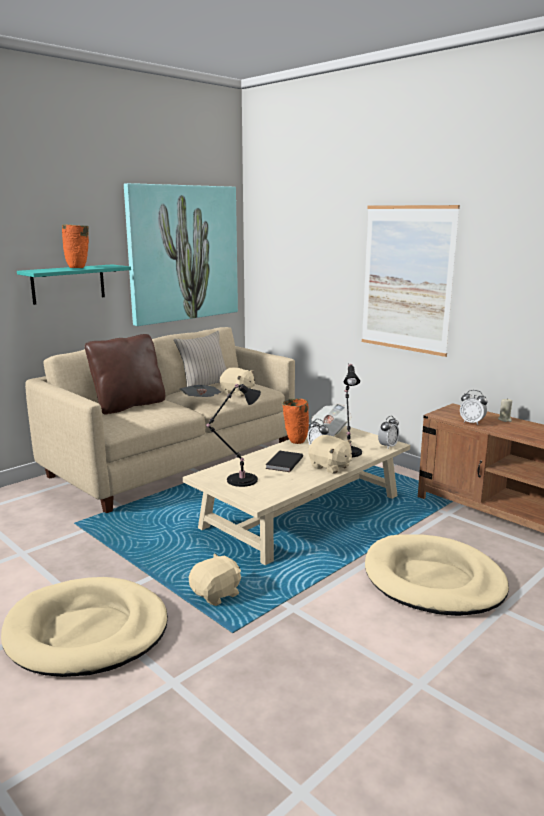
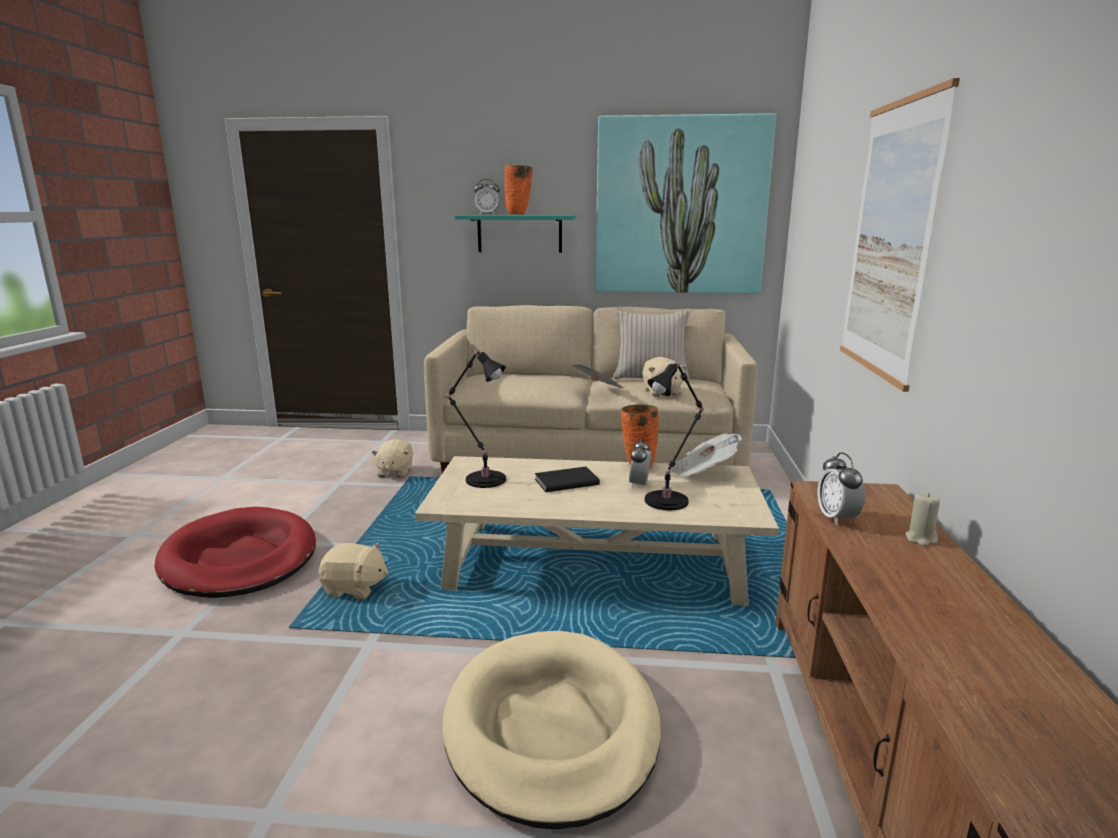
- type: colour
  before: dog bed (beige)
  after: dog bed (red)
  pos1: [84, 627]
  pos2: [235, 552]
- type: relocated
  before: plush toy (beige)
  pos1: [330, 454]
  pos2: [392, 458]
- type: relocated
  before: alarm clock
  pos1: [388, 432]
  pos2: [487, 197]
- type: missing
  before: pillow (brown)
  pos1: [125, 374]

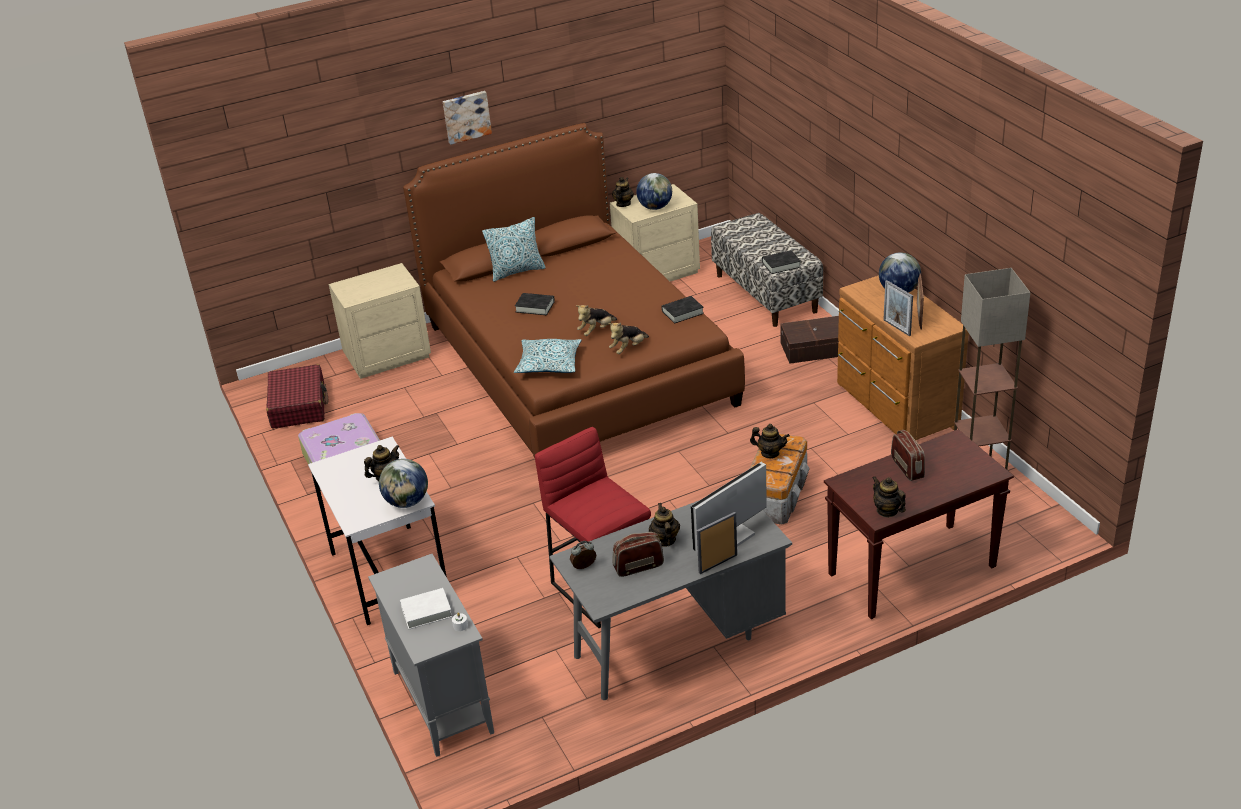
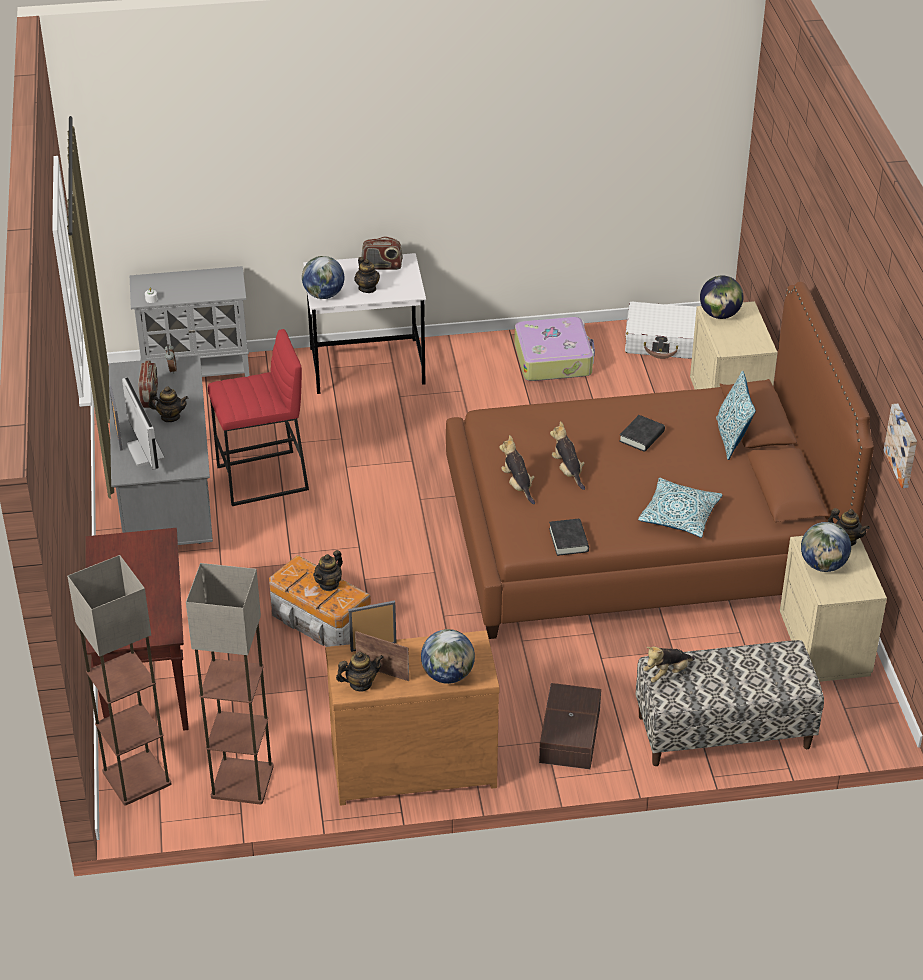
- type: appeared
  after: floor lamp
  pos2: [119, 680]
- type: relocated
  before: teapot
  pos1: [889, 496]
  pos2: [360, 671]
- type: relocated
  before: radio
  pos1: [908, 455]
  pos2: [382, 253]
- type: colour
  before: suitcase (red)
  after: suitcase (white)
  pos1: [297, 396]
  pos2: [661, 330]
- type: relocated
  before: pillow
  pos1: [548, 356]
  pos2: [680, 508]
- type: exchanged
  before: book (black)
  after: plush toy
  pos1: [781, 262]
  pos2: [669, 664]
- type: appeared
  after: globe
  pos2: [722, 297]
- type: relocated
  before: picture
  pos1: [467, 118]
  pos2: [900, 446]
- type: missing
  before: book (white)
  pos1: [426, 608]

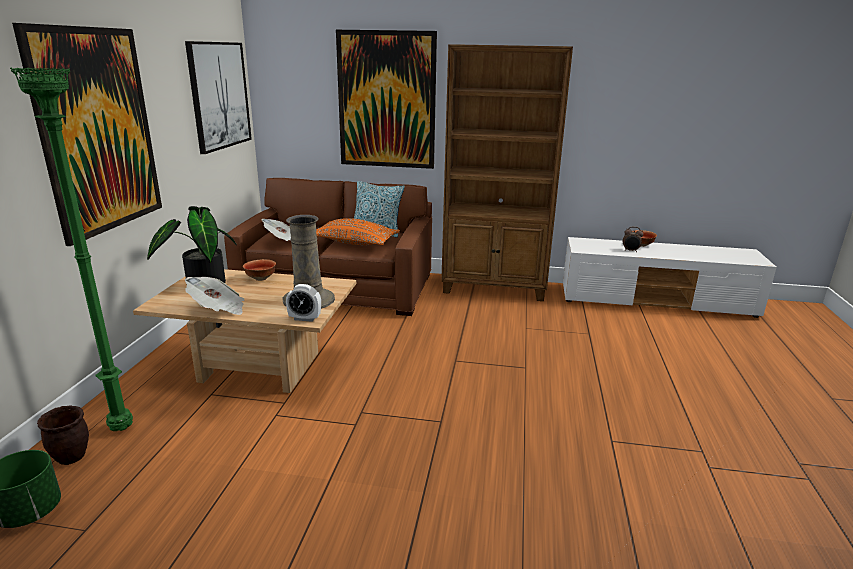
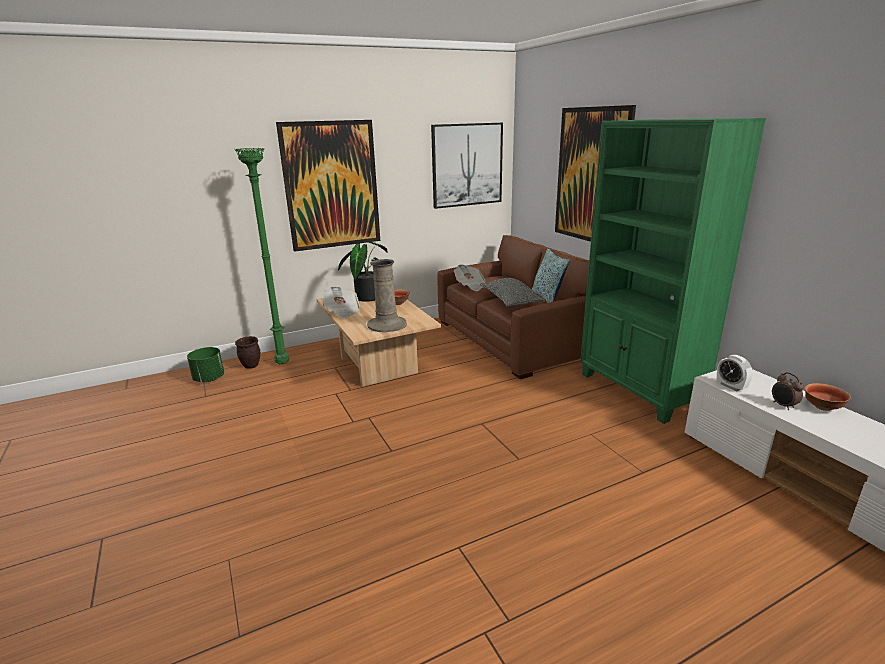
- type: colour
  before: pillow (orange)
  after: pillow (grey)
  pos1: [358, 231]
  pos2: [513, 292]
- type: colour
  before: bookcase (brown)
  after: bookcase (green)
  pos1: [507, 172]
  pos2: [673, 271]
- type: relocated
  before: alarm clock
  pos1: [303, 303]
  pos2: [735, 373]

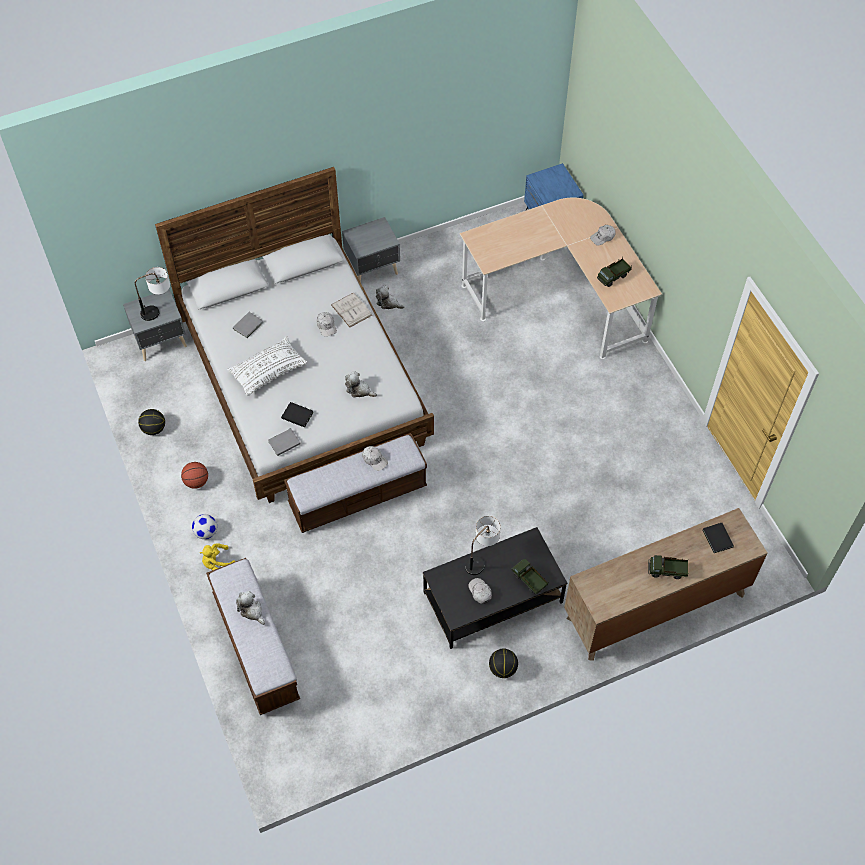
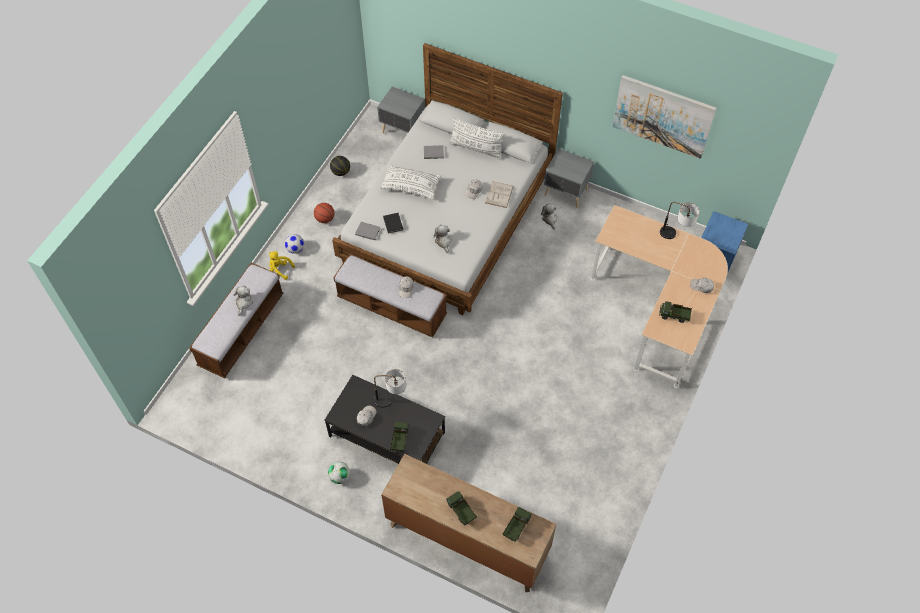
- type: exchanged
  before: basketball
  after: football
  pos1: [503, 663]
  pos2: [339, 473]
- type: appeared
  after: pillow (white)
  pos2: [476, 139]
- type: exchanged
  before: book (black)
  after: toy truck
  pos1: [718, 538]
  pos2: [517, 524]
- type: appeared
  after: picture
  pos2: [664, 117]
- type: relocated
  before: table lamp
  pos1: [152, 294]
  pos2: [680, 220]

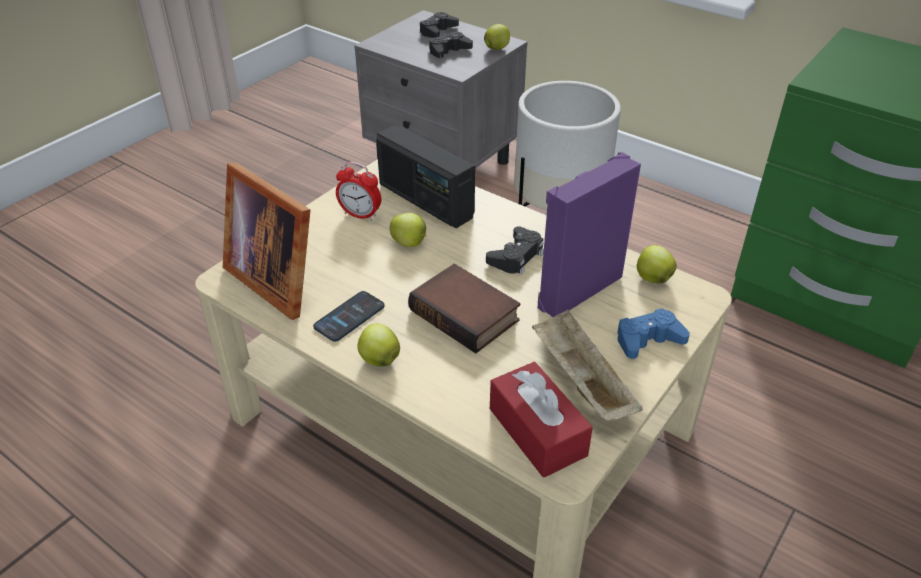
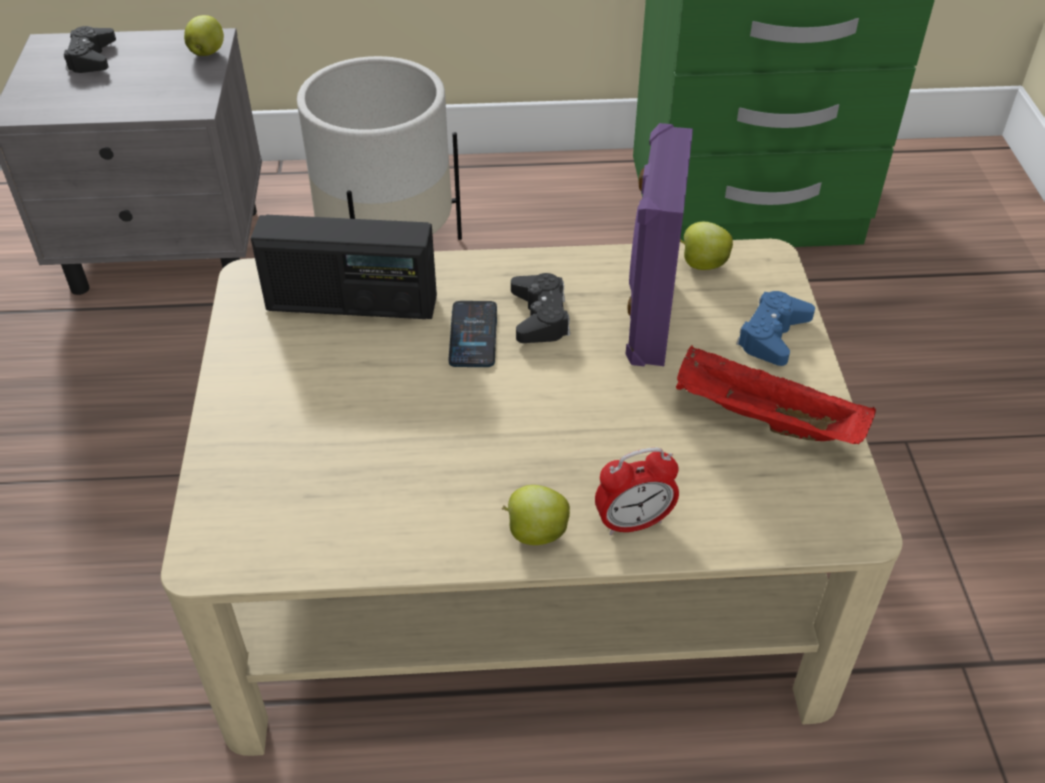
- type: relocated
  before: phone
  pos1: [349, 316]
  pos2: [473, 334]
- type: relocated
  before: alarm clock
  pos1: [358, 191]
  pos2: [637, 491]
- type: colour
  before: tray (beige)
  after: tray (red)
  pos1: [587, 365]
  pos2: [776, 395]
- type: missing
  before: picture frame
  pos1: [267, 241]
- type: missing
  before: apple
  pos1: [407, 230]
- type: missing
  before: book
  pos1: [464, 309]
- type: missing
  before: game controller (black)
  pos1: [451, 45]
- type: missing
  before: tissue box (red)
  pos1: [541, 420]

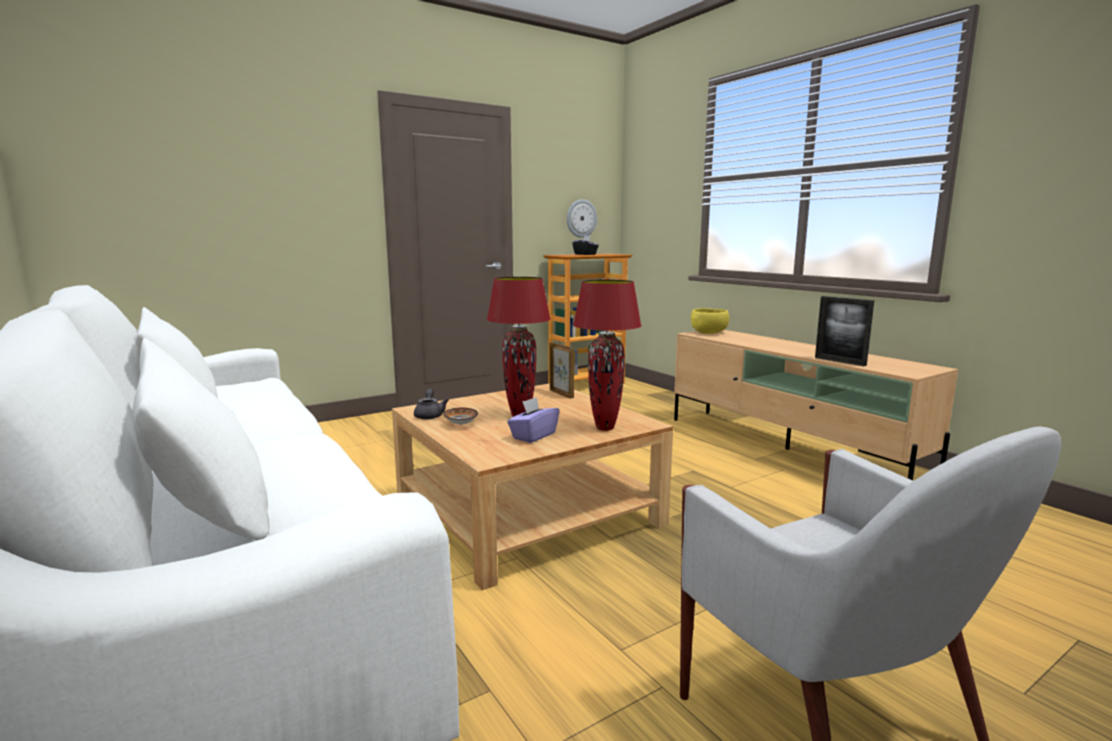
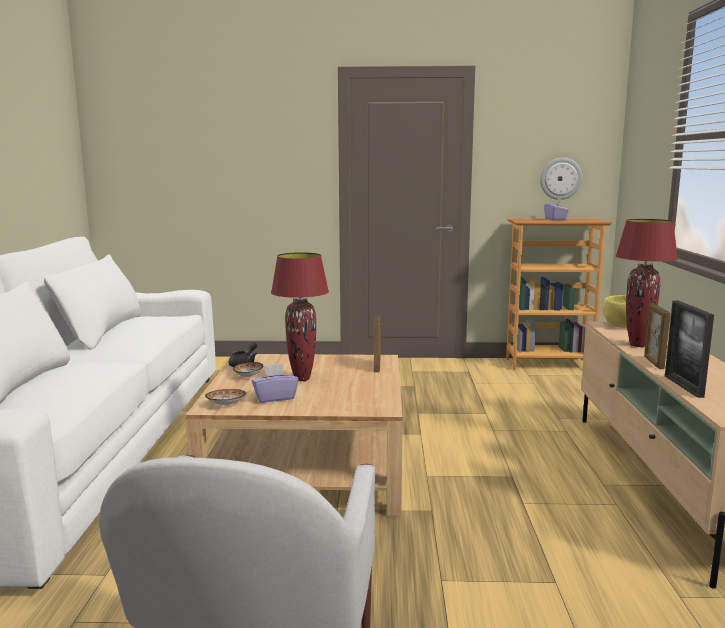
- type: appeared
  after: bowl
  pos2: [225, 397]
- type: colour
  before: tissue box (black)
  after: tissue box (purple)
  pos1: [585, 245]
  pos2: [556, 209]
- type: relocated
  before: table lamp (red)
  pos1: [607, 355]
  pos2: [647, 283]
- type: appeared
  after: picture frame
  pos2: [657, 336]

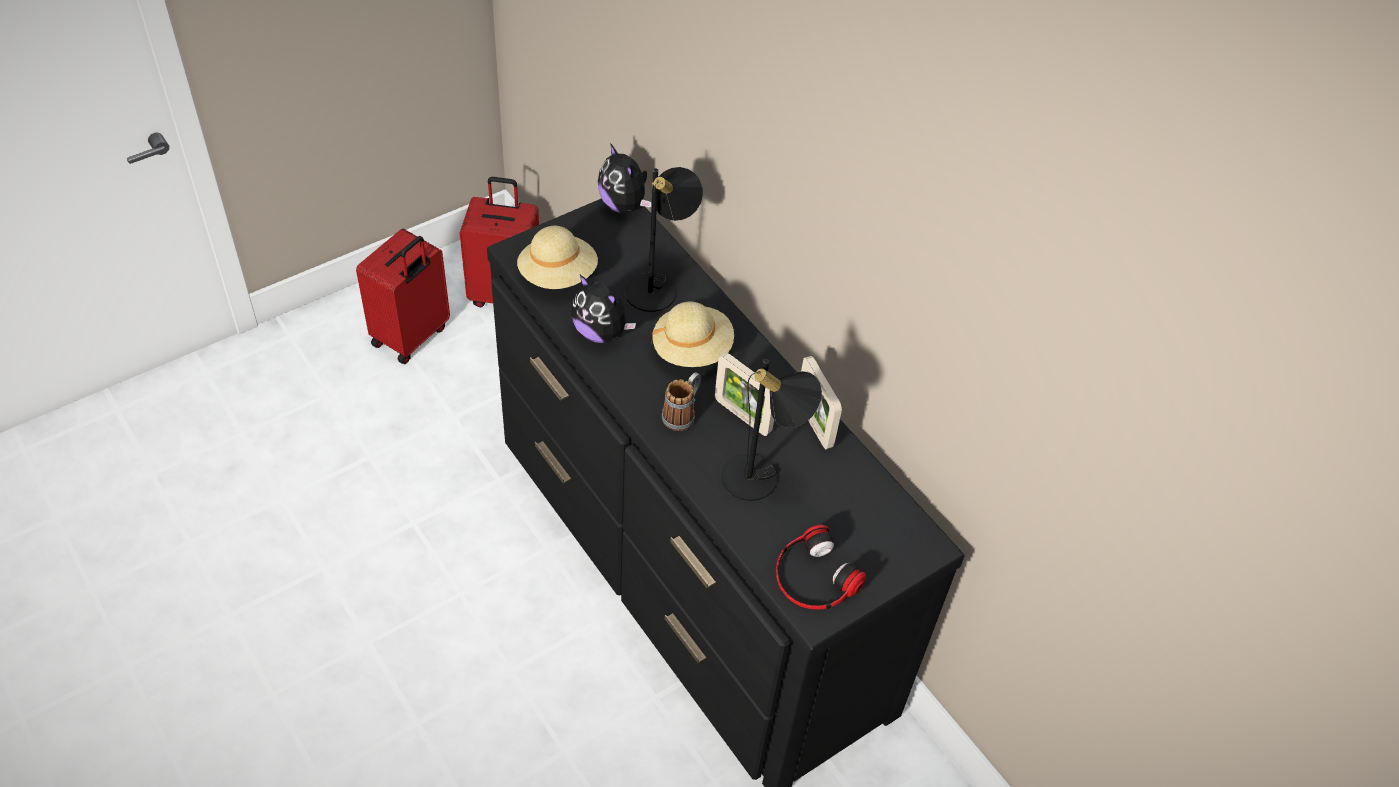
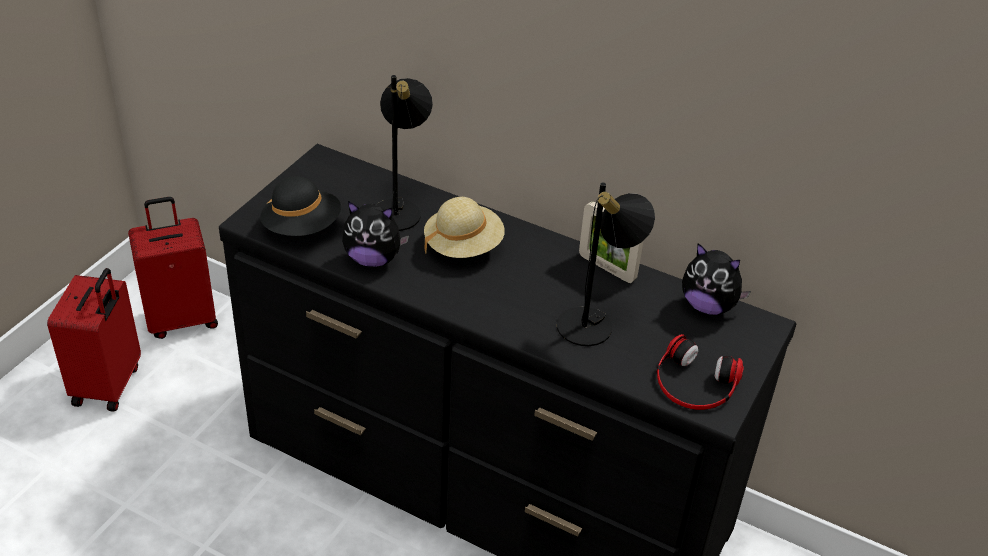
- type: colour
  before: hat (beige)
  after: hat (black)
  pos1: [557, 257]
  pos2: [300, 206]
- type: relocated
  before: plush toy
  pos1: [624, 178]
  pos2: [716, 279]
- type: missing
  before: mug
  pos1: [681, 401]
- type: missing
  before: picture frame
  pos1: [744, 394]

